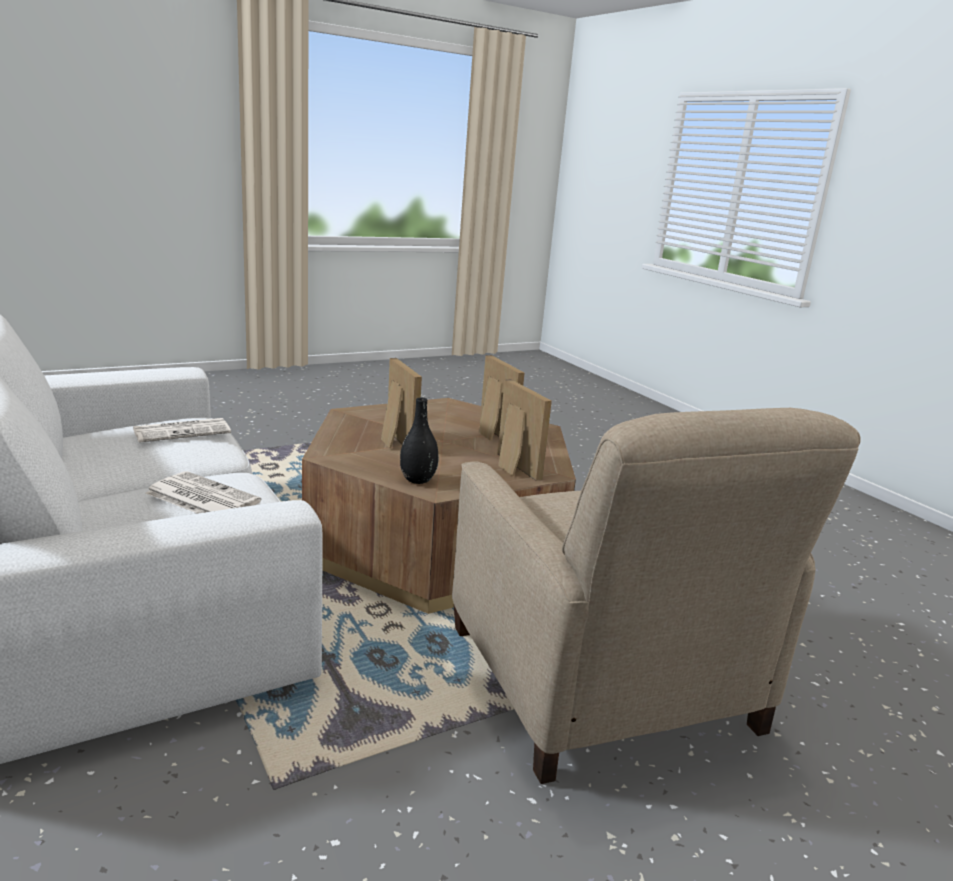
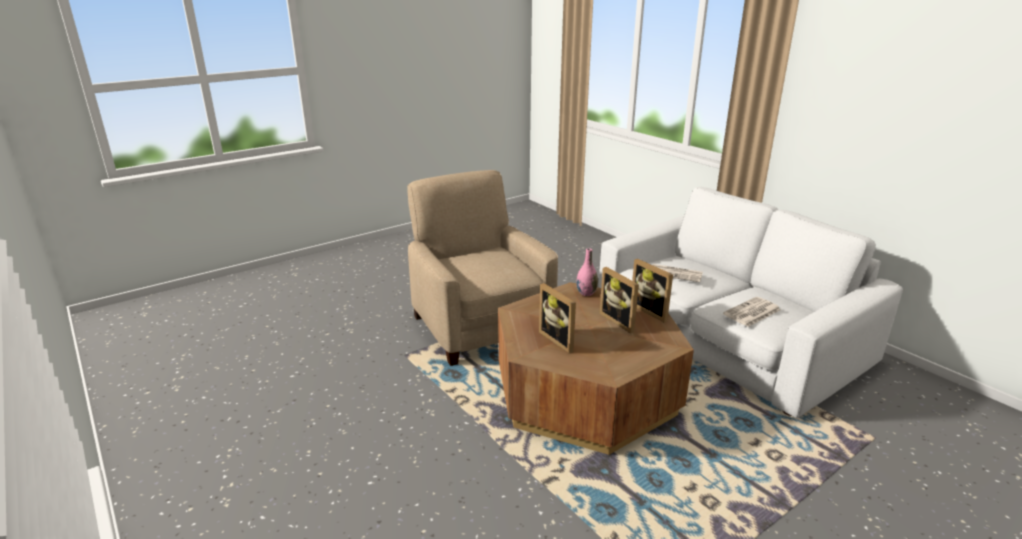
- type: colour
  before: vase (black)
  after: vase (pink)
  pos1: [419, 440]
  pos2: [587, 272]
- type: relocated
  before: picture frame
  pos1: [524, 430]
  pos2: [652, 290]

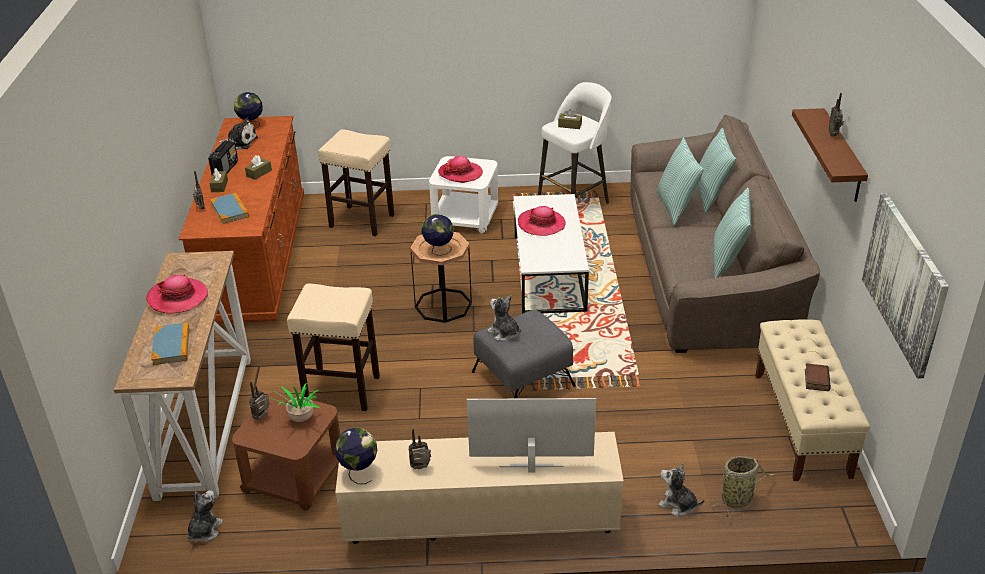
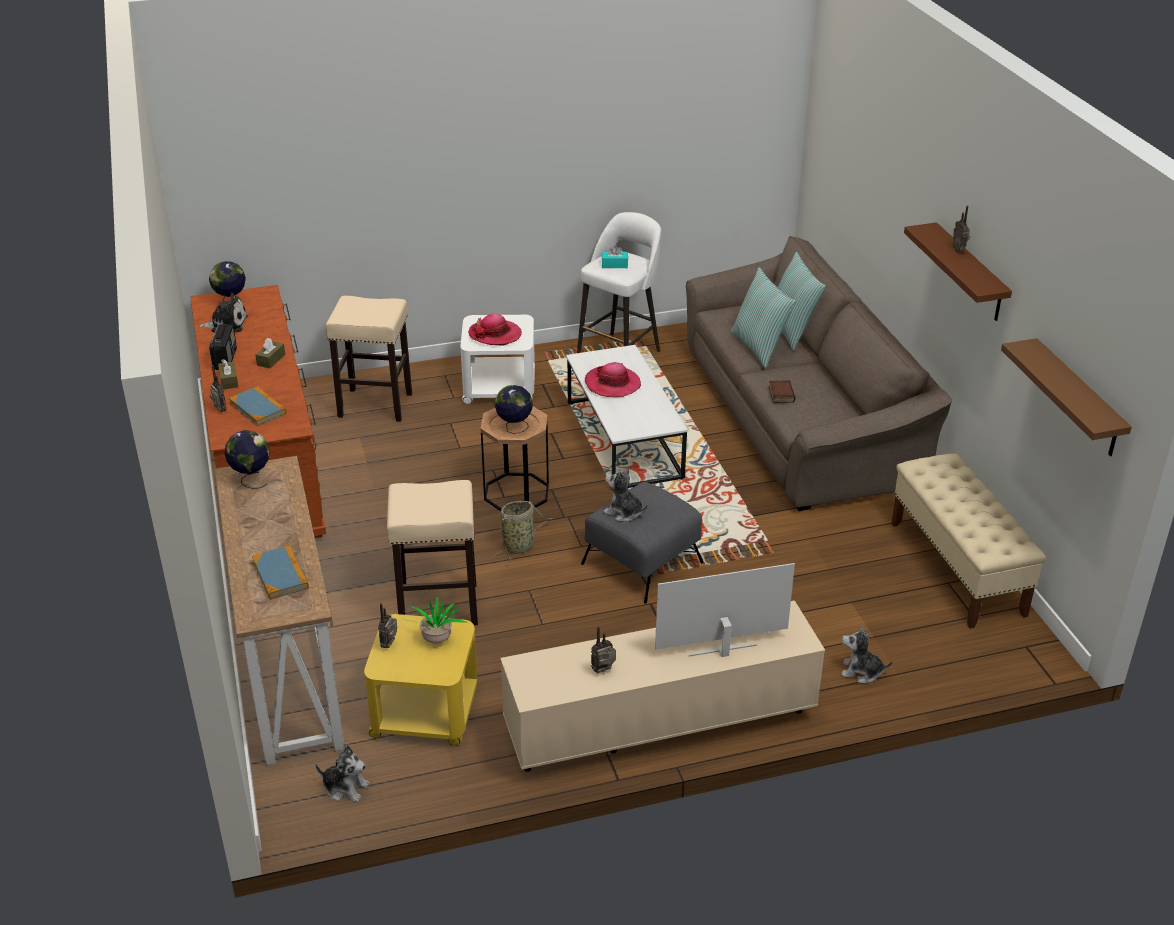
- type: relocated
  before: globe
  pos1: [355, 456]
  pos2: [247, 459]
- type: spun
  before: plush toy
  pos1: [205, 516]
  pos2: [343, 774]
  turn: 105
- type: colour
  before: side table (brown)
  after: side table (yellow)
  pos1: [286, 451]
  pos2: [421, 680]
- type: relocated
  before: basket
  pos1: [742, 487]
  pos2: [523, 531]
- type: colour
  before: tissue box (brown)
  after: tissue box (turquoise)
  pos1: [570, 119]
  pos2: [615, 257]
- type: relocated
  before: book
  pos1: [818, 377]
  pos2: [782, 391]
- type: exchanged
  before: picture
  after: shelf (brown)
  pos1: [905, 286]
  pos2: [1066, 397]
- type: missing
  before: hat
  pos1: [177, 294]
- type: missing
  before: pillow
  pos1: [732, 233]

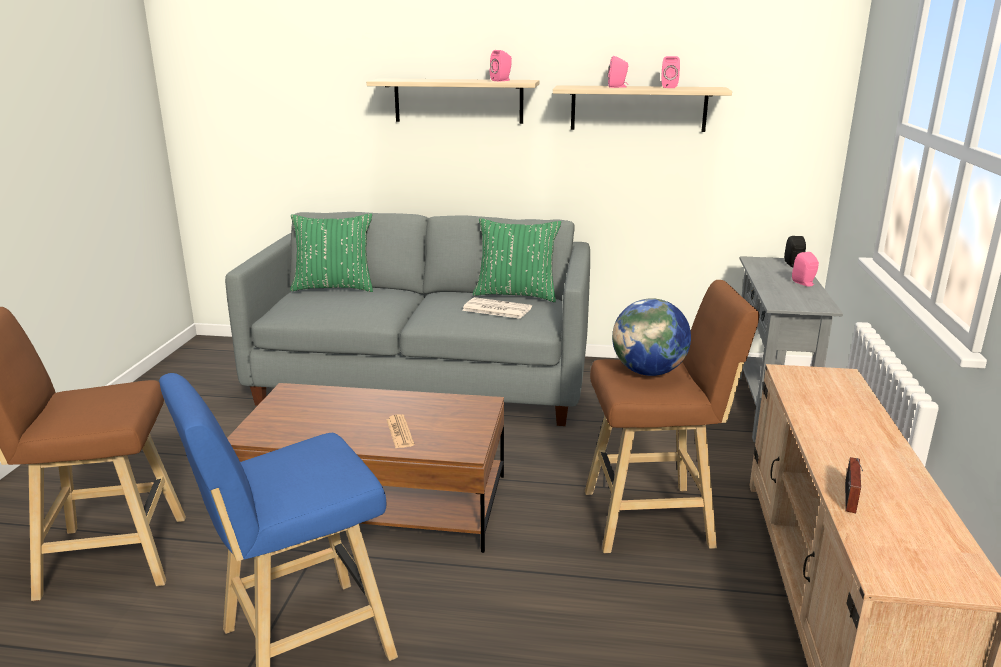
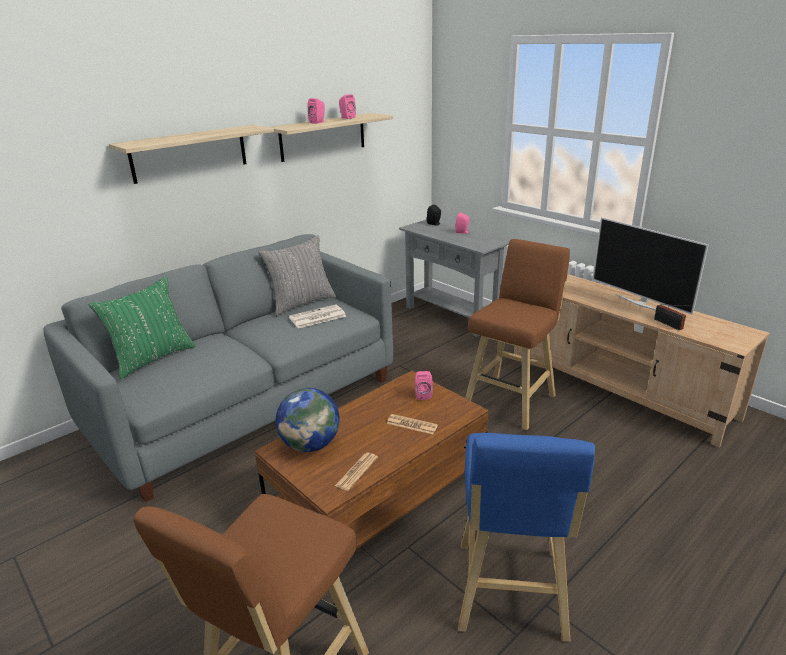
- type: colour
  before: pillow (green)
  after: pillow (grey)
  pos1: [517, 260]
  pos2: [297, 275]
- type: relocated
  before: globe
  pos1: [651, 337]
  pos2: [308, 420]
- type: appeared
  after: newspaper
  pos2: [356, 472]
- type: relocated
  before: speaker (pink)
  pos1: [501, 65]
  pos2: [424, 385]
- type: appeared
  after: television
  pos2: [651, 266]

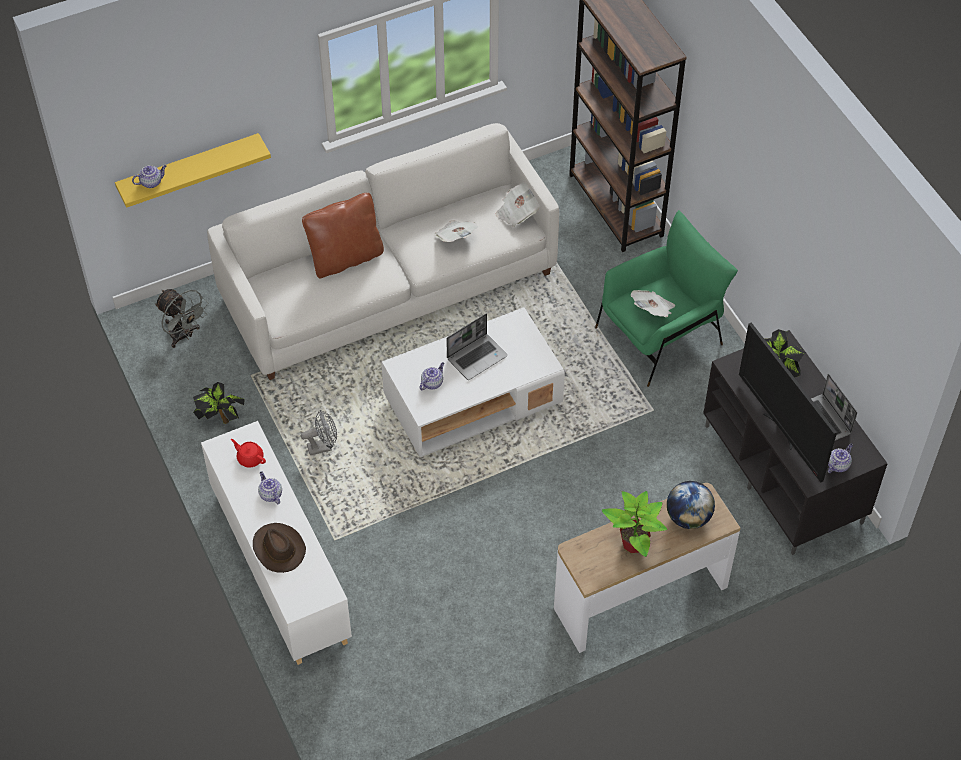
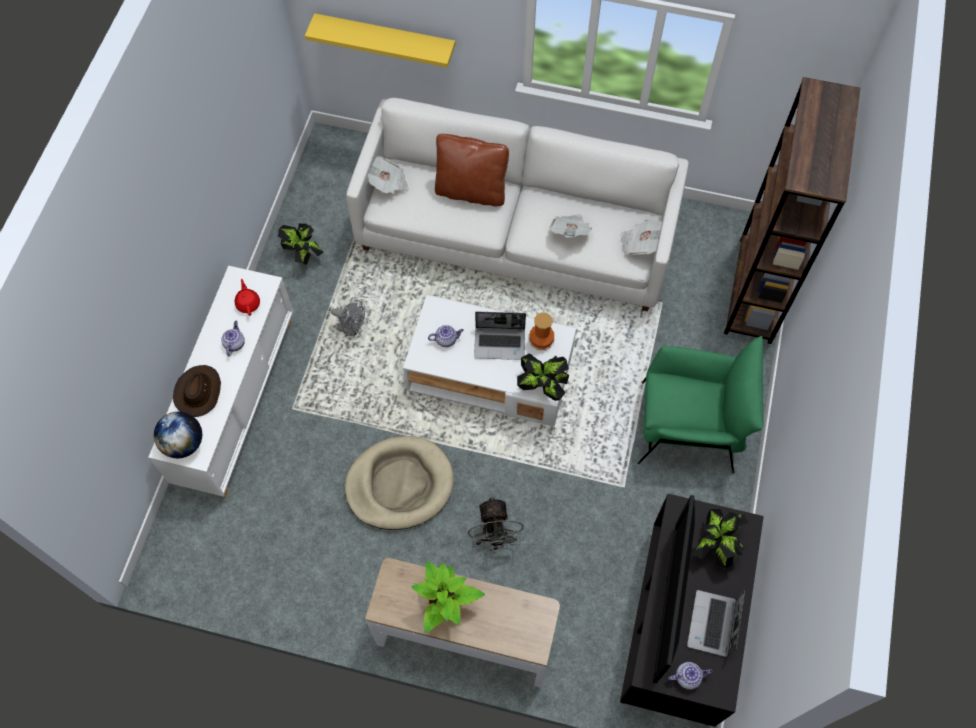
- type: relocated
  before: globe
  pos1: [691, 505]
  pos2: [178, 435]
- type: appeared
  after: dog bed (beige)
  pos2: [399, 483]
- type: relocated
  before: newspaper
  pos1: [653, 303]
  pos2: [388, 175]
- type: relocated
  before: fan (grey)
  pos1: [181, 318]
  pos2: [496, 524]
- type: appeared
  after: potted plant
  pos2: [543, 377]
- type: appeared
  after: vase
  pos2: [542, 331]
- type: missing
  before: teapot
  pos1: [149, 176]

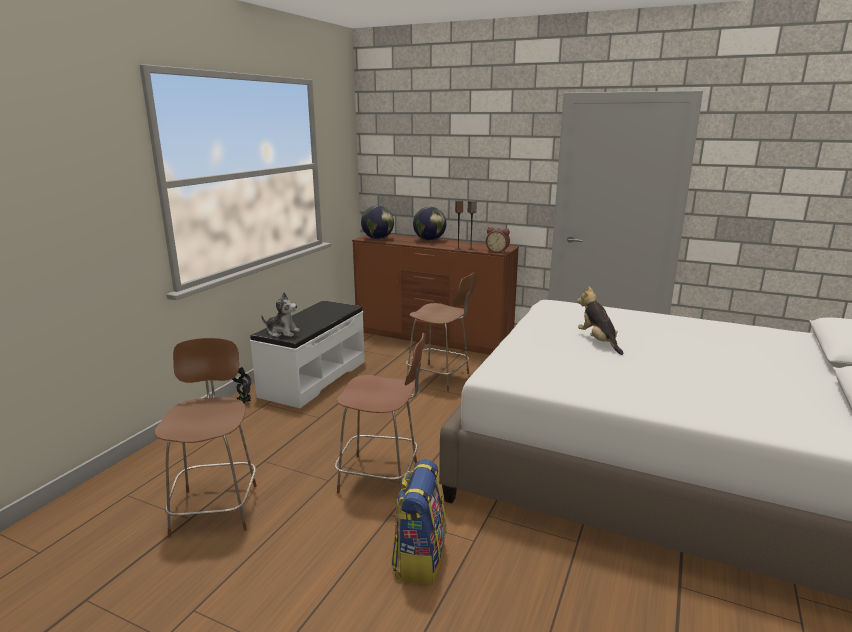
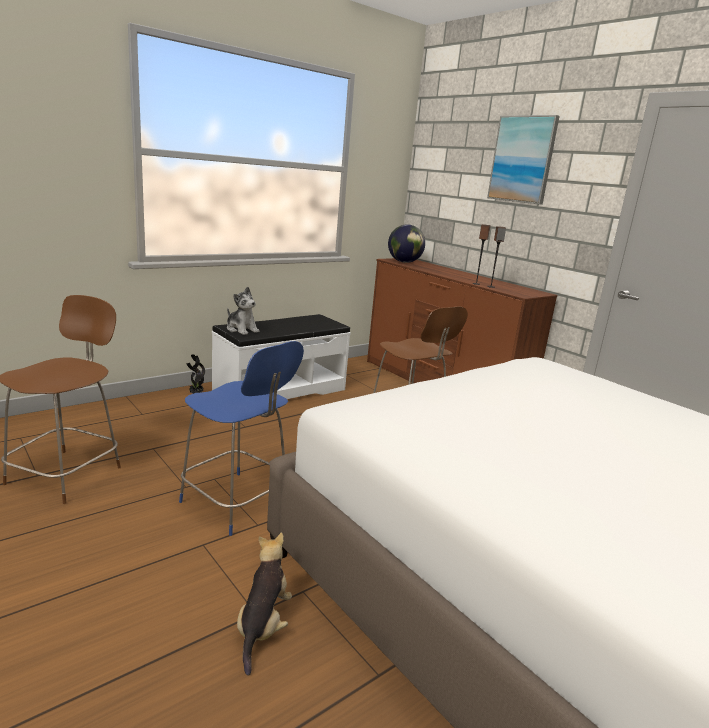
- type: colour
  before: chair (brown)
  after: chair (blue)
  pos1: [380, 413]
  pos2: [241, 438]
- type: relocated
  before: plush toy
  pos1: [600, 321]
  pos2: [264, 604]
- type: appeared
  after: picture
  pos2: [523, 160]
- type: missing
  before: backpack
  pos1: [419, 522]
- type: missing
  before: globe
  pos1: [429, 224]
- type: missing
  before: alarm clock
  pos1: [498, 240]

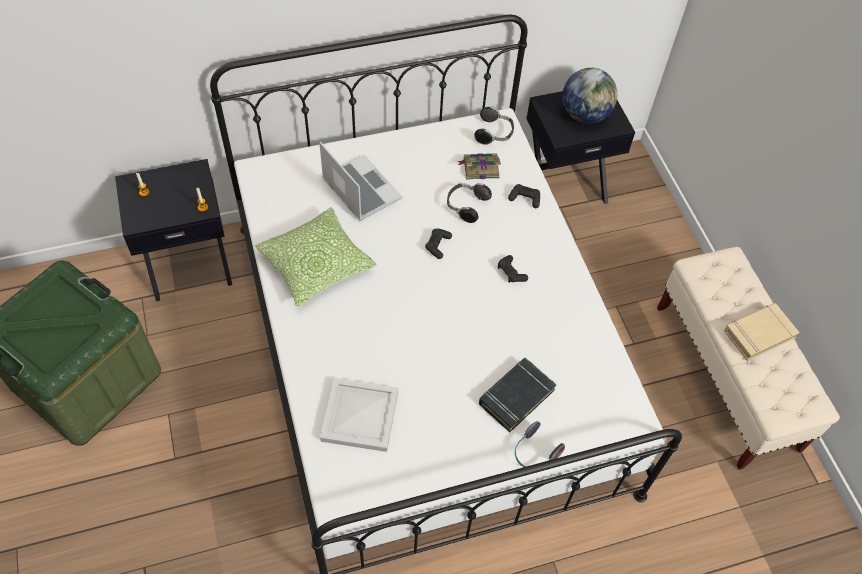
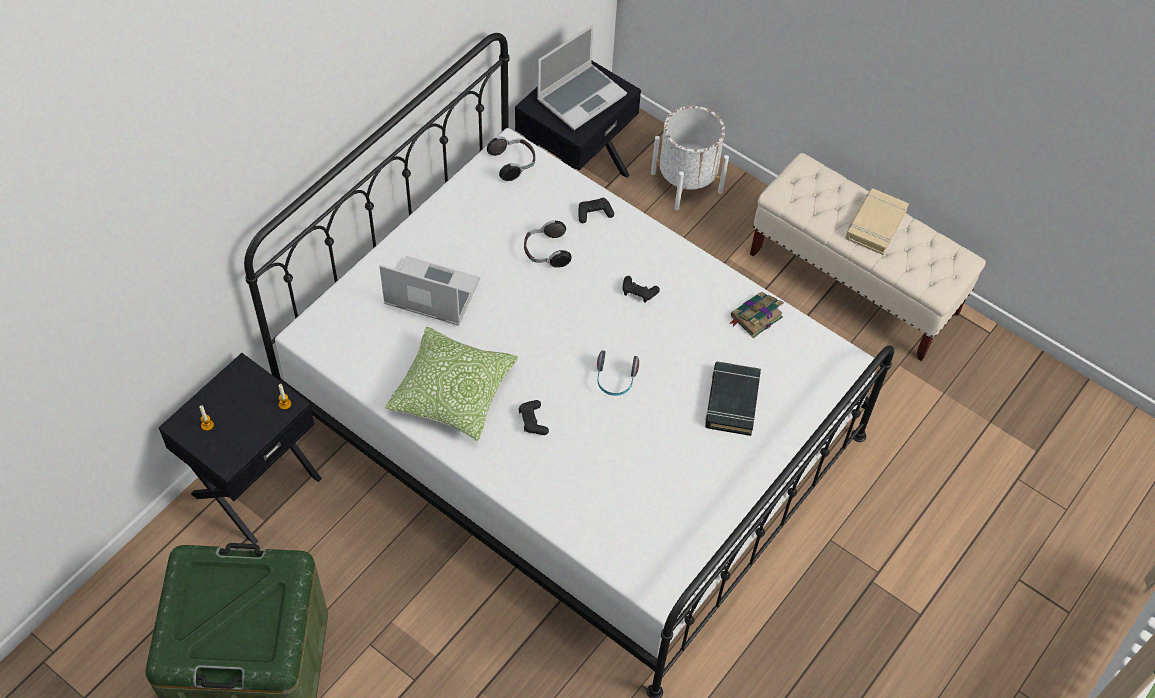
- type: relocated
  before: game controller (black)
  pos1: [438, 244]
  pos2: [534, 417]
- type: exchanged
  before: globe
  after: laptop
  pos1: [589, 95]
  pos2: [582, 77]
- type: relocated
  before: headphones
  pos1: [540, 444]
  pos2: [618, 373]
- type: appeared
  after: planter (white)
  pos2: [690, 158]
- type: relocated
  before: book
  pos1: [479, 166]
  pos2: [756, 315]
- type: missing
  before: tray (white)
  pos1: [359, 415]

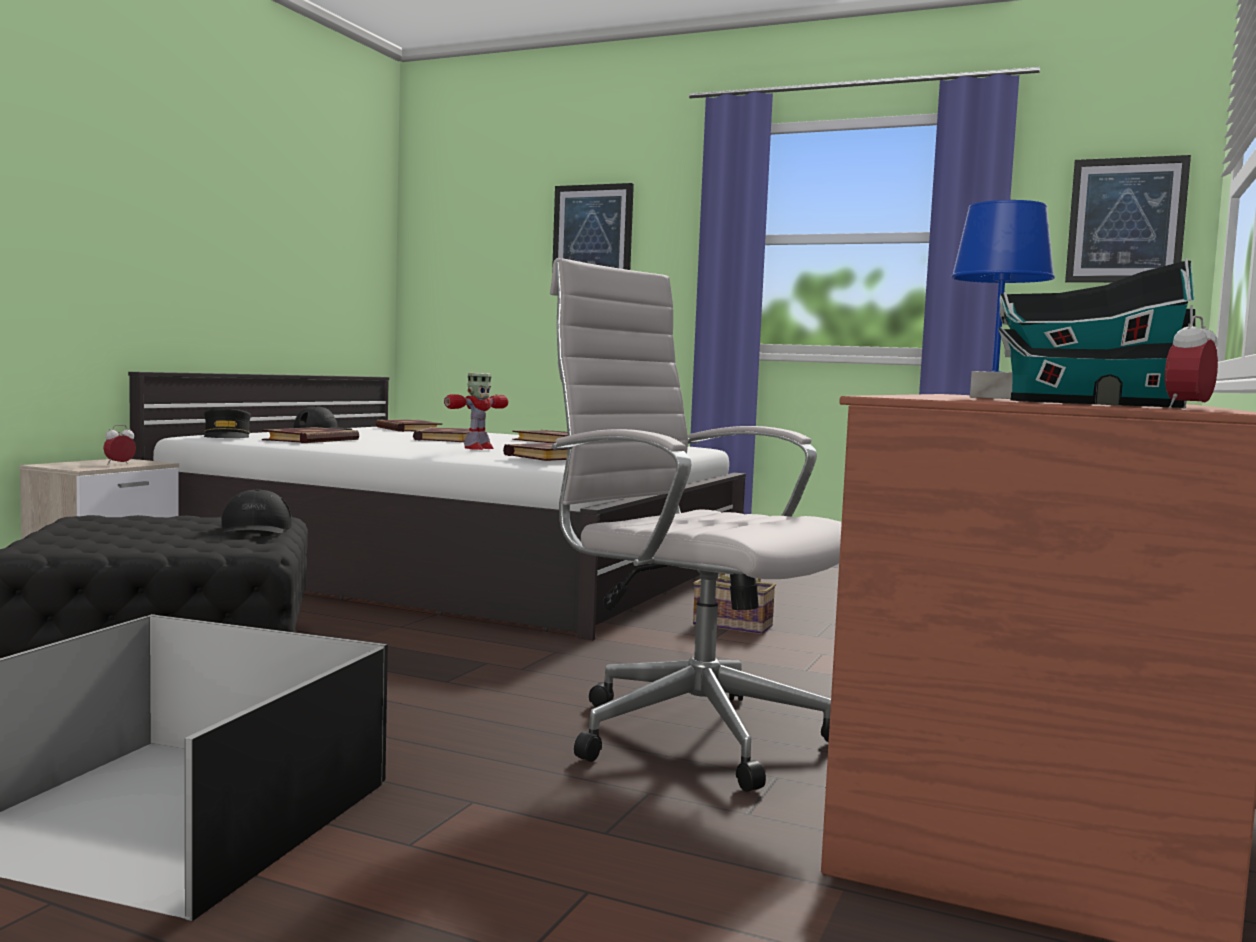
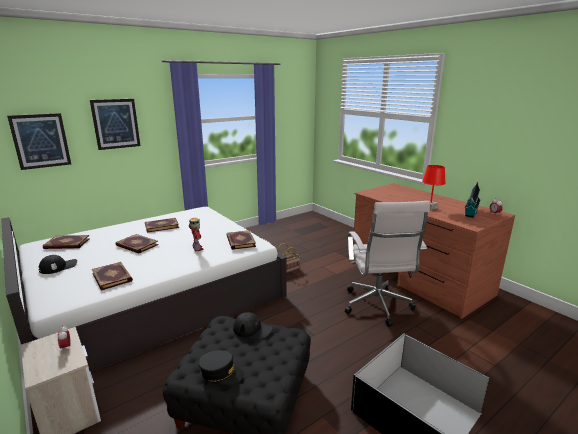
- type: relocated
  before: picture
  pos1: [1128, 219]
  pos2: [39, 141]
- type: relocated
  before: cap (black)
  pos1: [227, 423]
  pos2: [221, 367]
- type: spun
  before: office chair (white)
  pos1: [696, 525]
  pos2: [387, 264]
  turn: -75
- type: colour
  before: table lamp (blue)
  after: table lamp (red)
  pos1: [1003, 299]
  pos2: [434, 187]

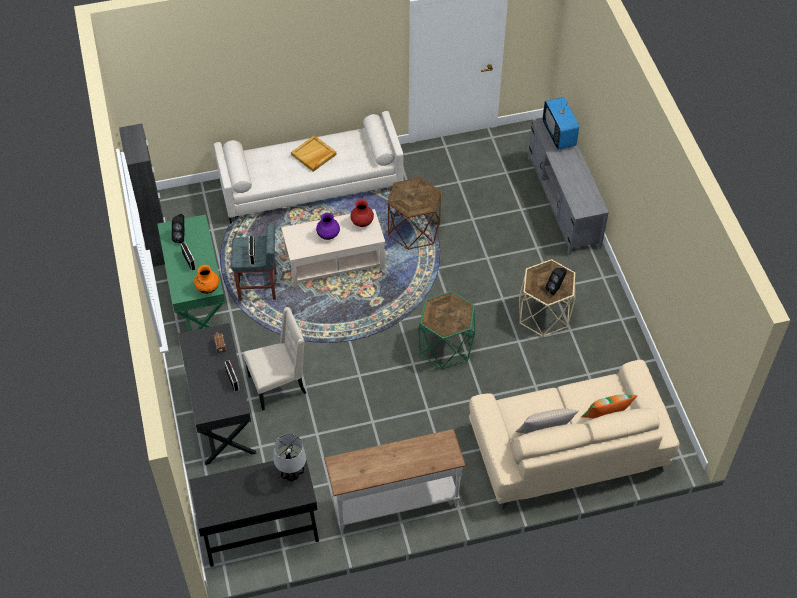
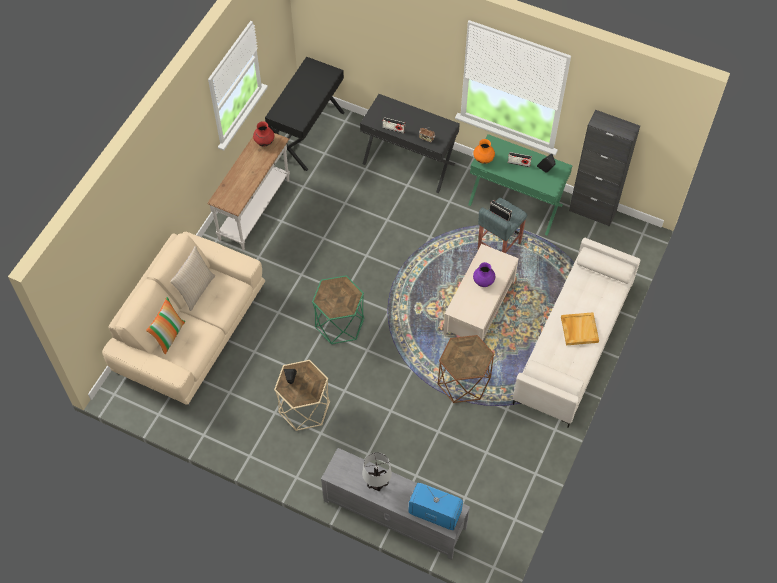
- type: relocated
  before: vase (red)
  pos1: [362, 213]
  pos2: [263, 134]
- type: relocated
  before: table lamp
  pos1: [290, 457]
  pos2: [377, 471]
- type: missing
  before: chair (beige)
  pos1: [274, 359]

